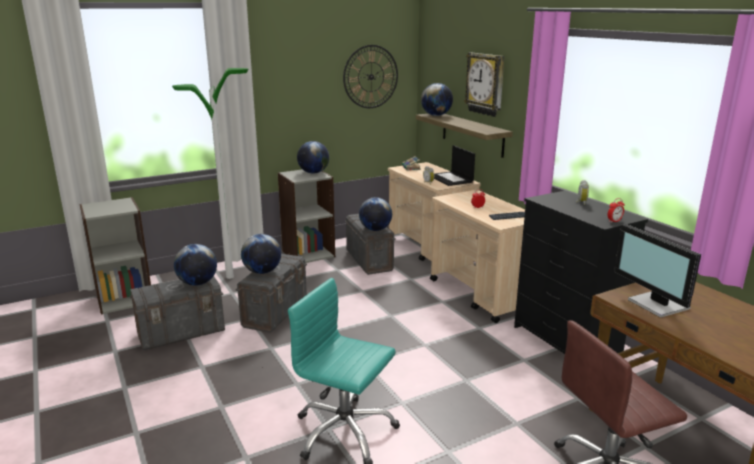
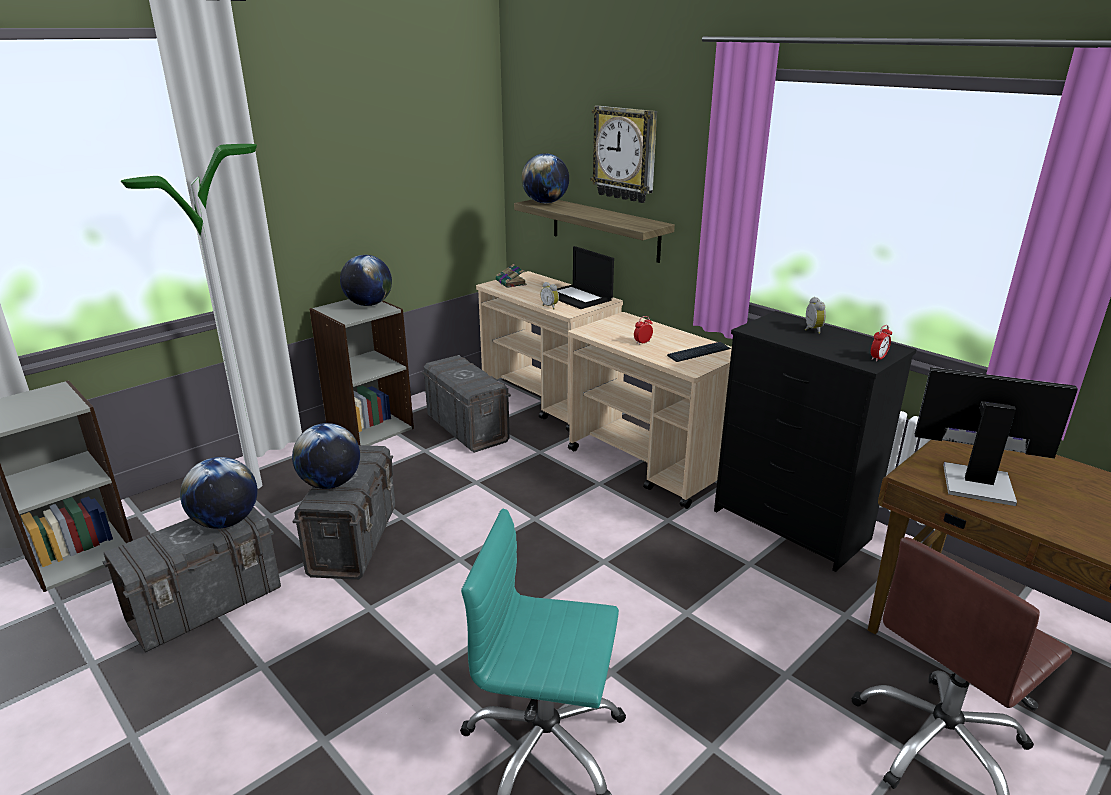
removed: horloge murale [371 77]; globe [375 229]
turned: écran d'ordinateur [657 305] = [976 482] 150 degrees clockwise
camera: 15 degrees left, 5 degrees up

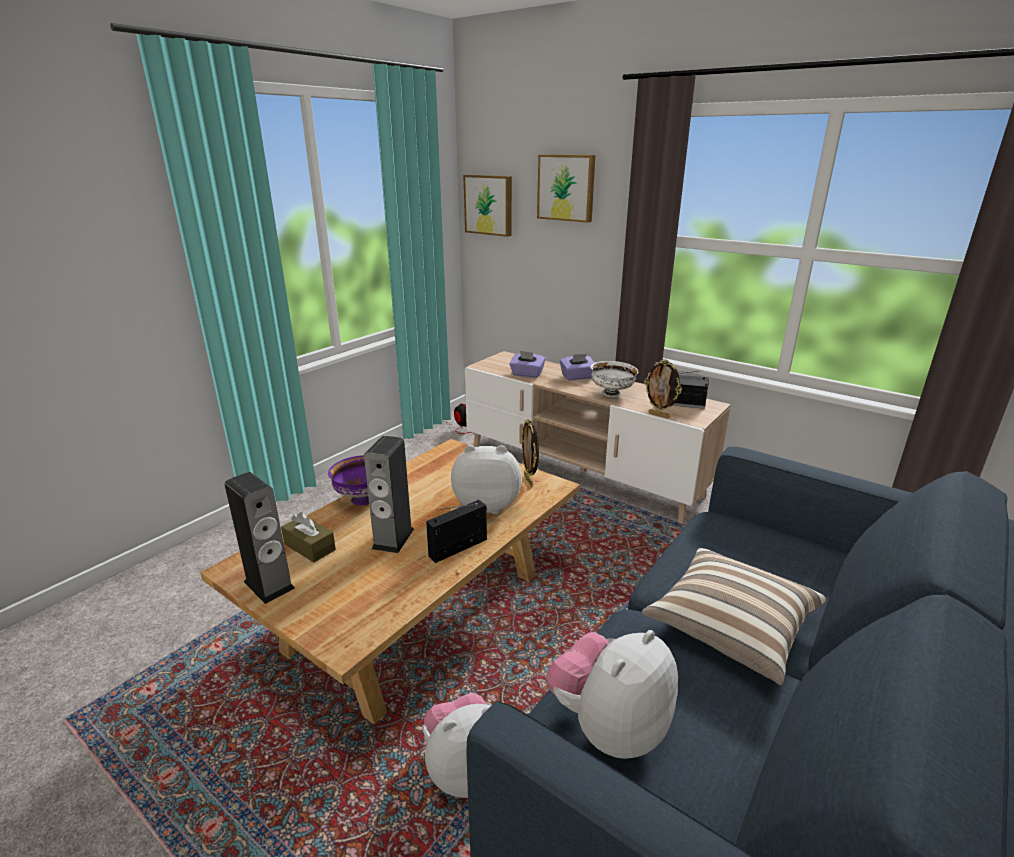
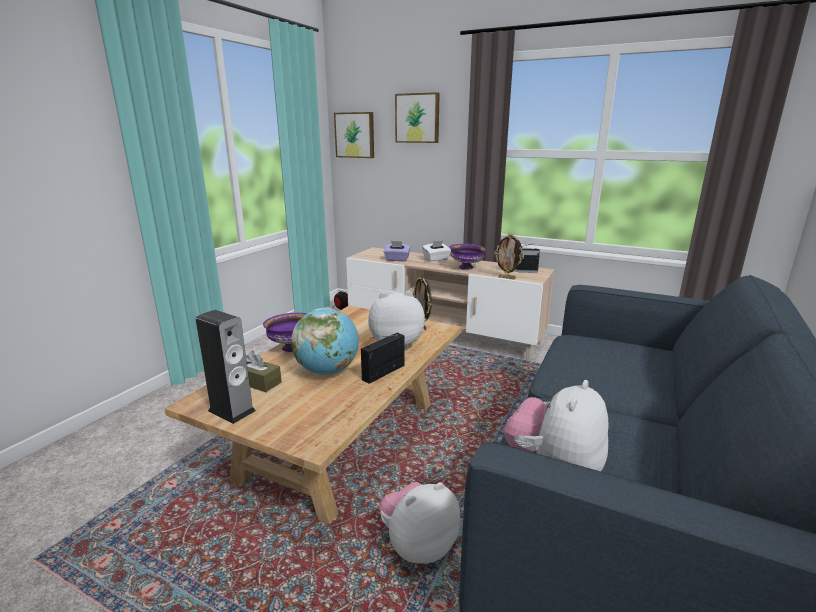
removed: coussin [730 628]
replaced: enceinte [393 538] to globe [327 371]
recoloured: boîte à mouchoirs [violet] [577 377] to boîte à mouchoirs [blanc] [436 259]; bol [blanc] [612 393] to bol [violet] [466 267]
camera: 10 degrees left, 5 degrees down

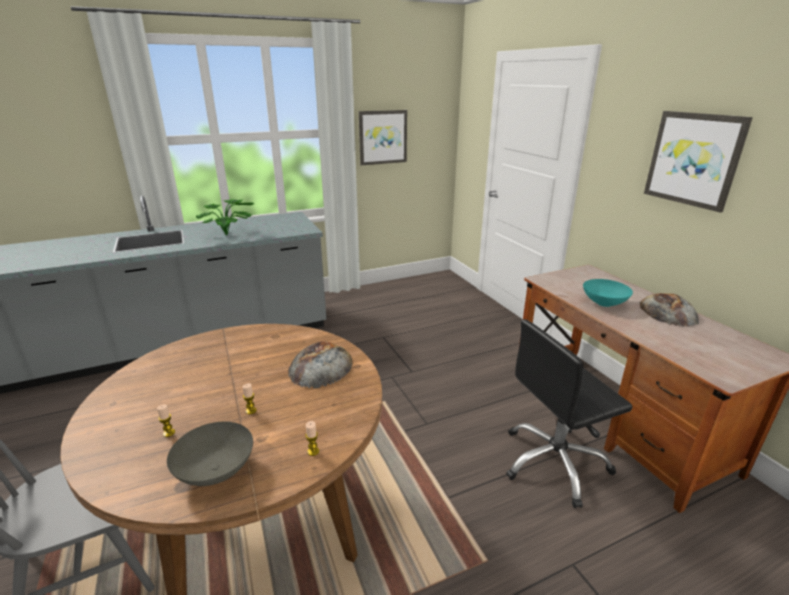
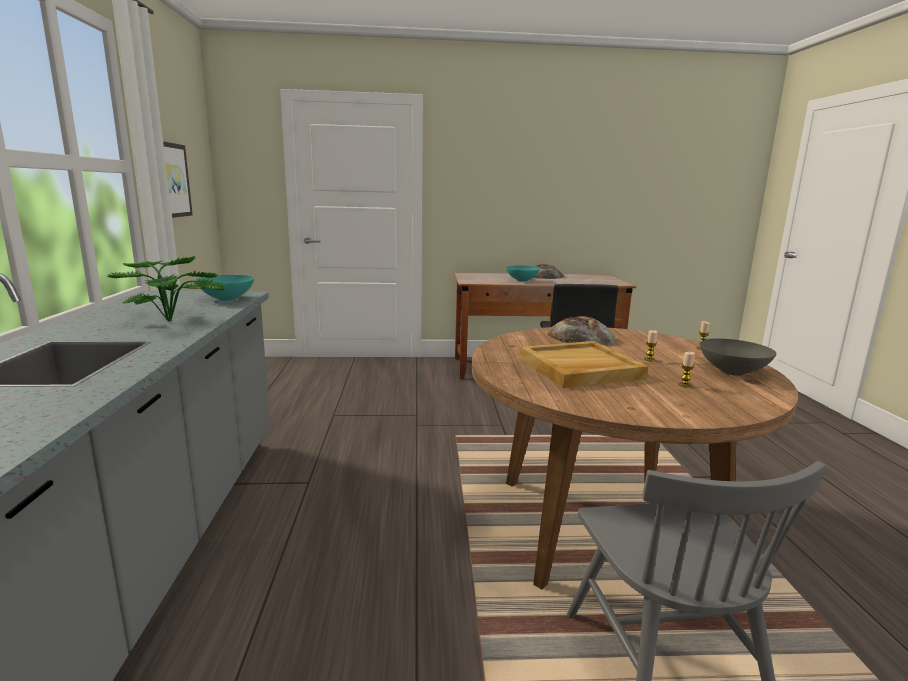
removed: tableau [694 159]
added: bol [turquoise] [227 299]; plateau [beige] [579 368]
camera: 70 degrees left, 10 degrees down

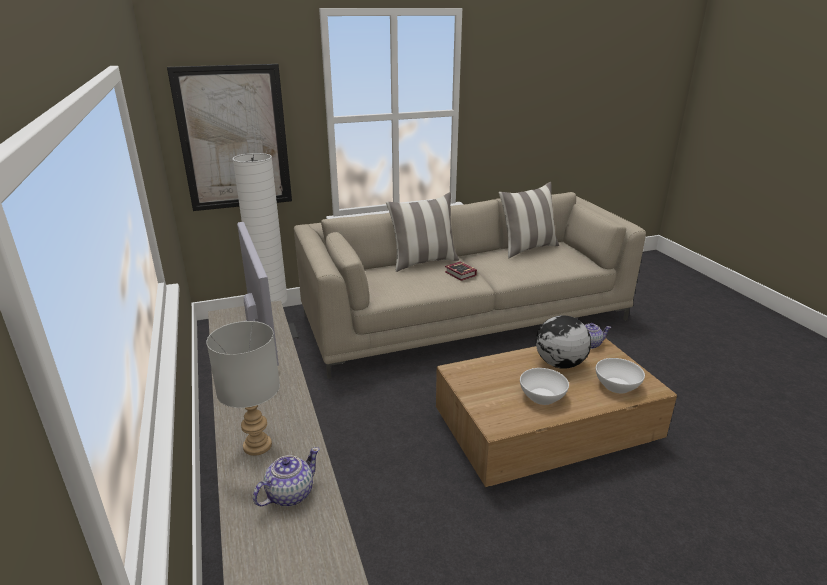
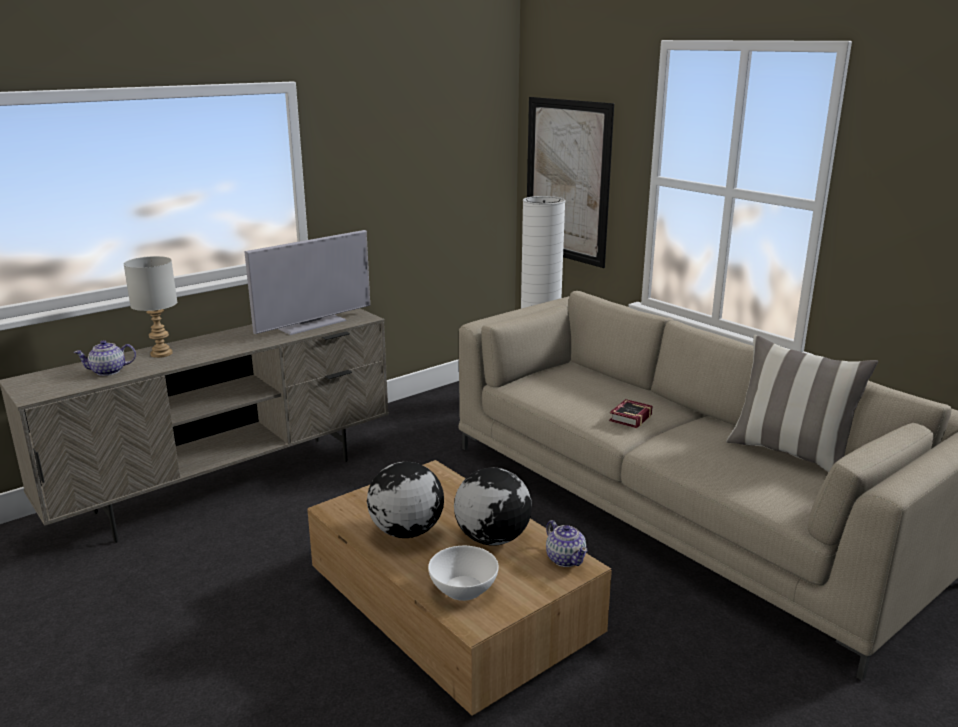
removed: coussin [423 262]
replaced: bol [blanc] [542 396] to globe [405 531]
turned: théière [289 494] = [109 371] 135 degrees clockwise
camera: 70 degrees right, 5 degrees down

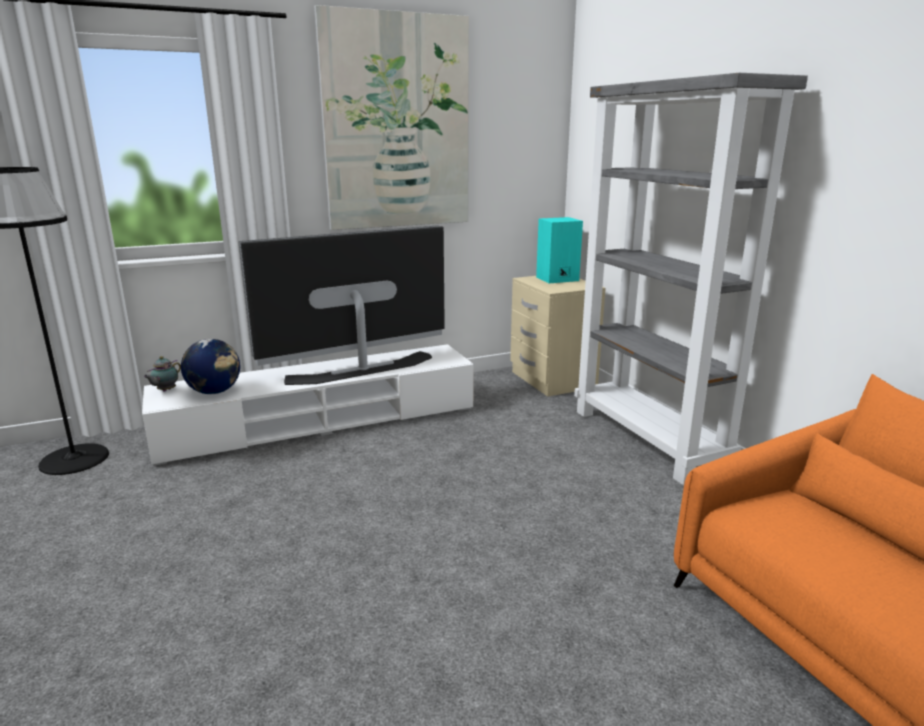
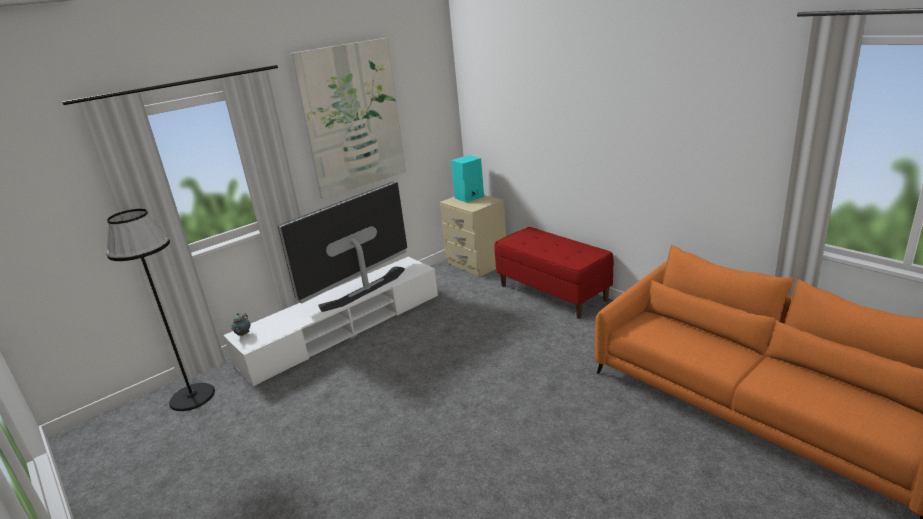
removed: globe [215 392]
replaced: bibliothèque [gris] [649 440] to banc [rouge] [553 292]
camera: 15 degrees left, 5 degrees up

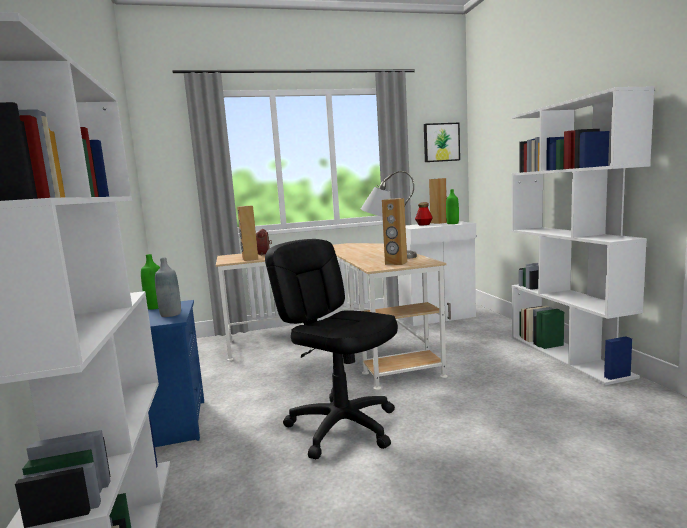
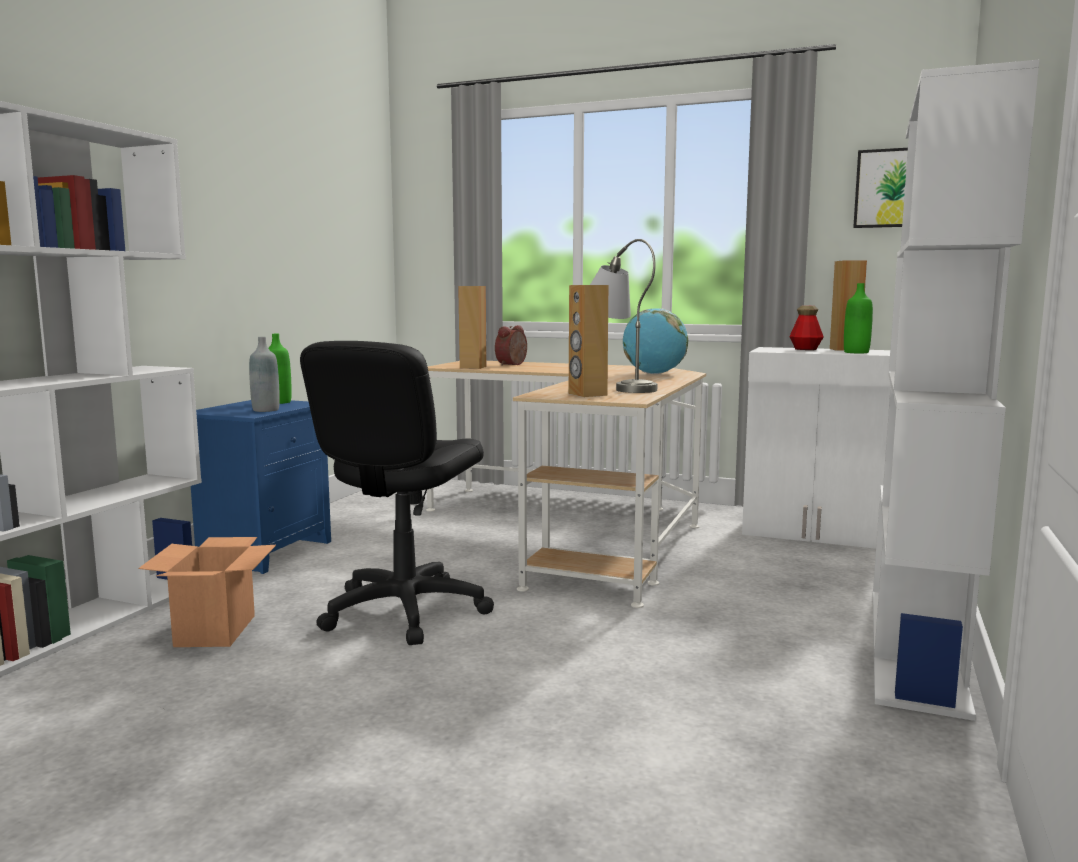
added: carton [215 630]; globe [654 374]
turned: chaise de bureau [noir] [342 426] = [404 611] 150 degrees counterclockwise
camera: 35 degrees right, 0 degrees up

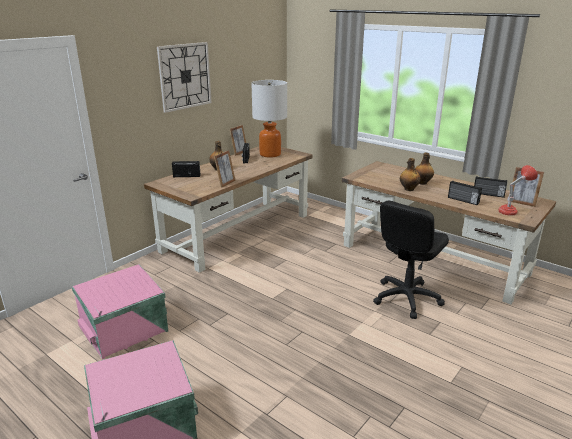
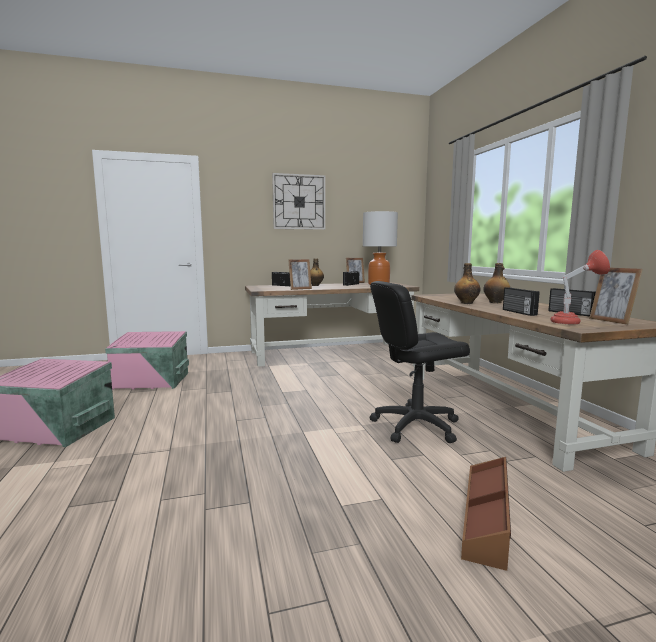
added: boîte de rangement [marron] [487 518]
camera: 35 degrees right, 15 degrees down

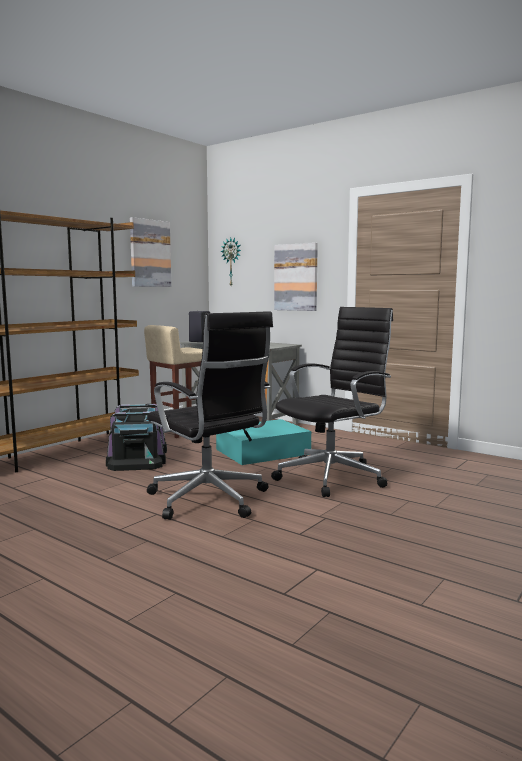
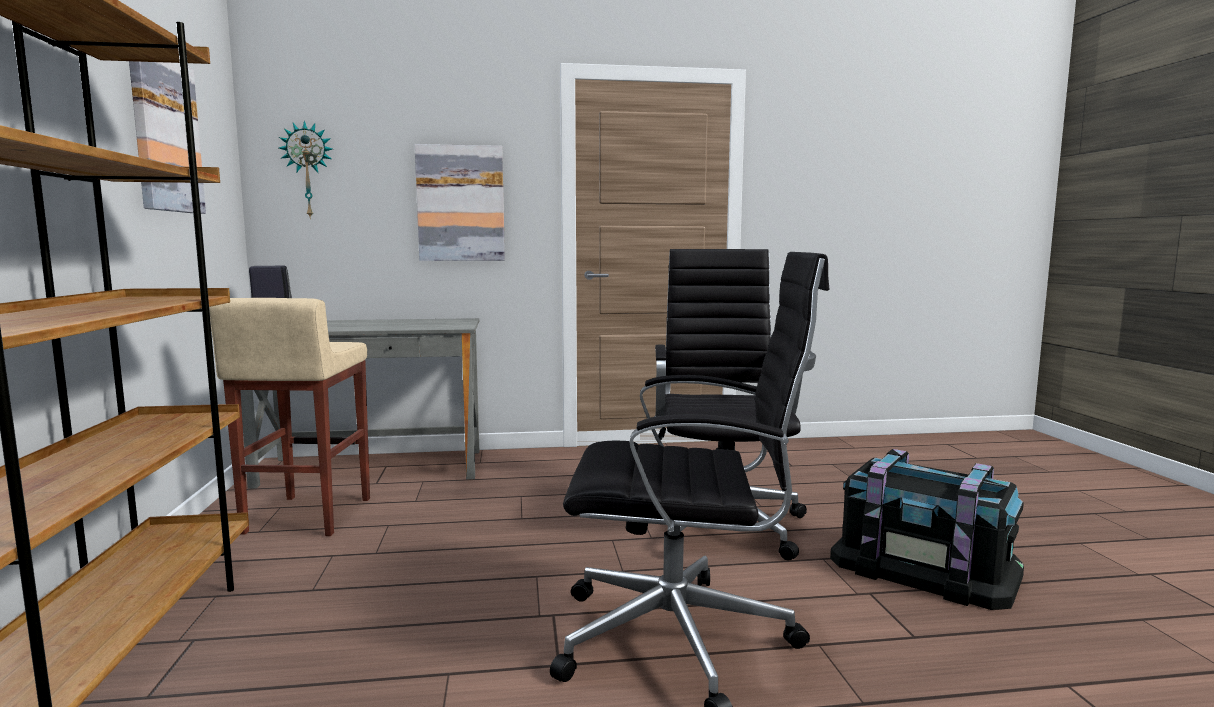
removed: boîte de rangement [turquoise] [261 451]
moved: boîte de rangement [noir] [138 458] to [924 566]
camera: 45 degrees left, 0 degrees up

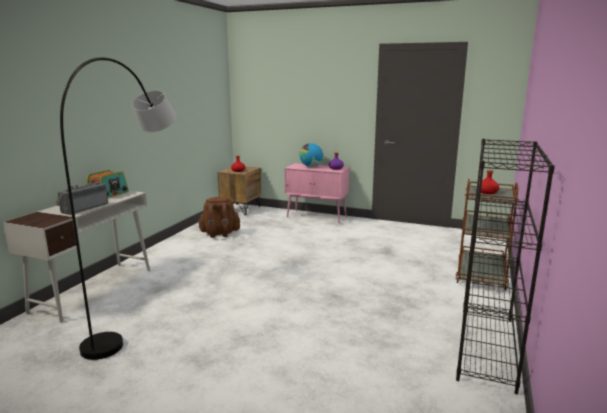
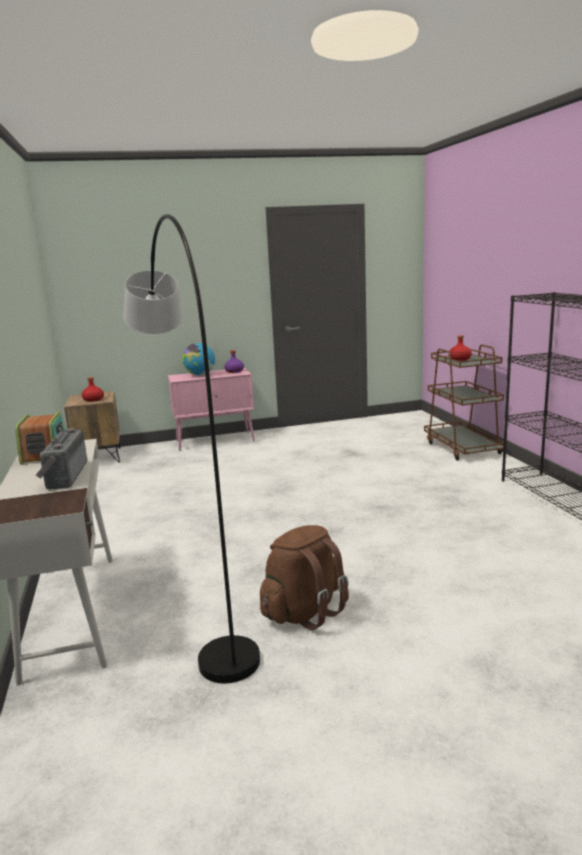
moved: sac à dos [marron] [219 234] to [304 612]
camera: 35 degrees left, 0 degrees up

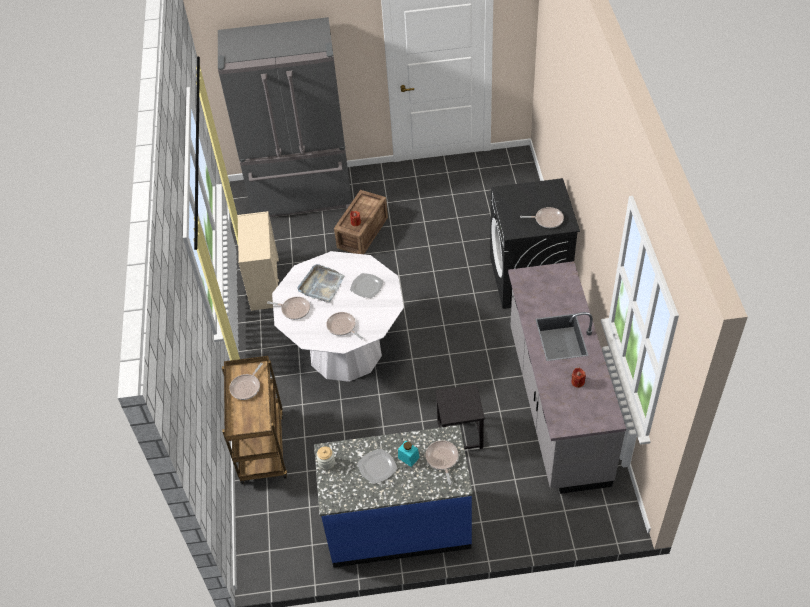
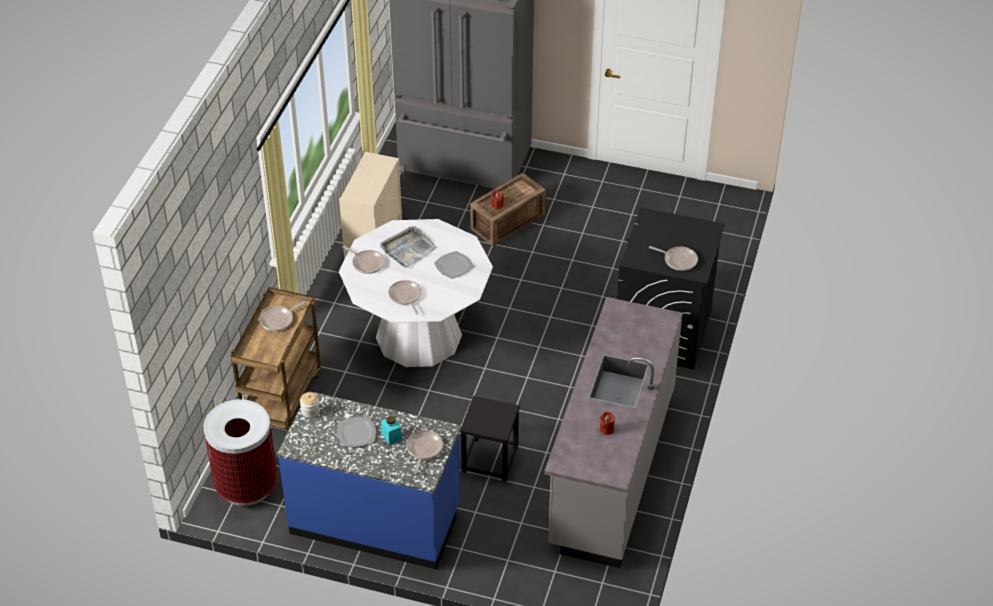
added: poubelle [246 486]
camera: 20 degrees right, 5 degrees down

